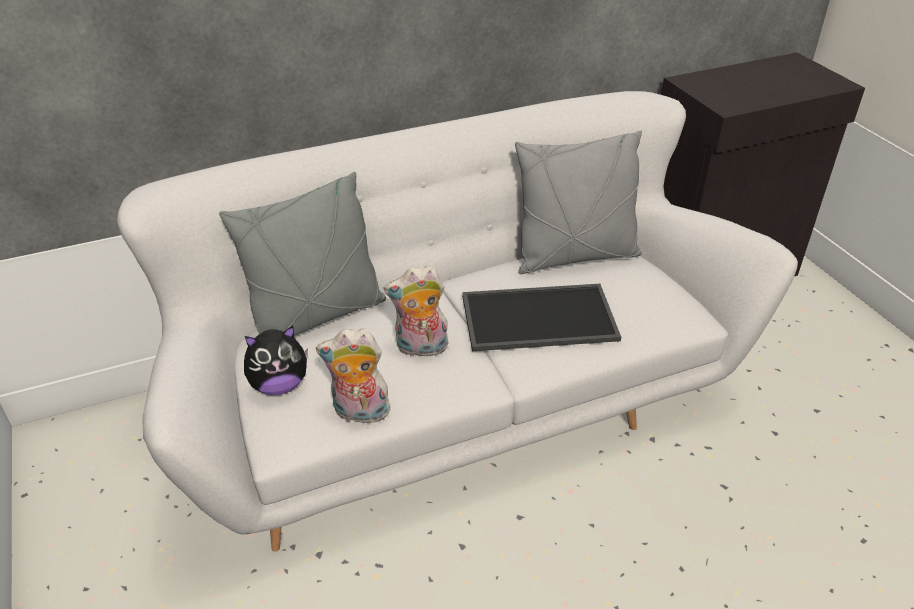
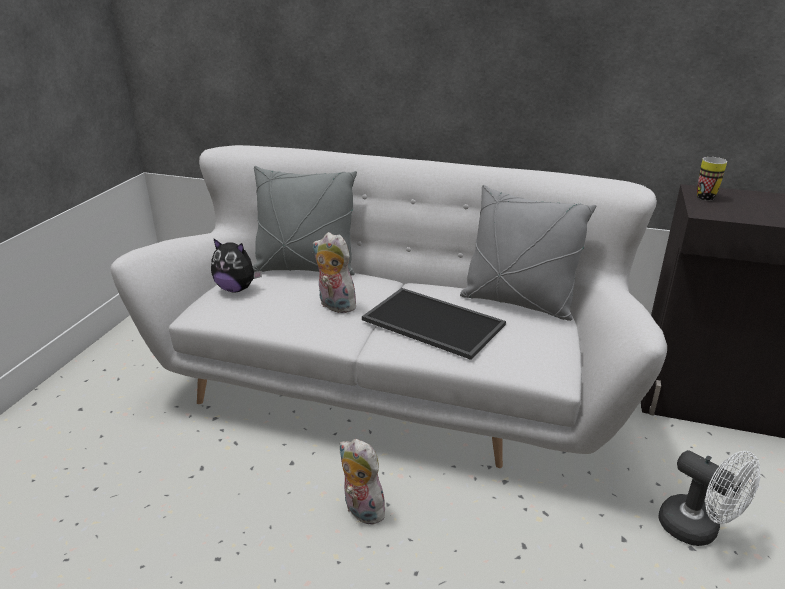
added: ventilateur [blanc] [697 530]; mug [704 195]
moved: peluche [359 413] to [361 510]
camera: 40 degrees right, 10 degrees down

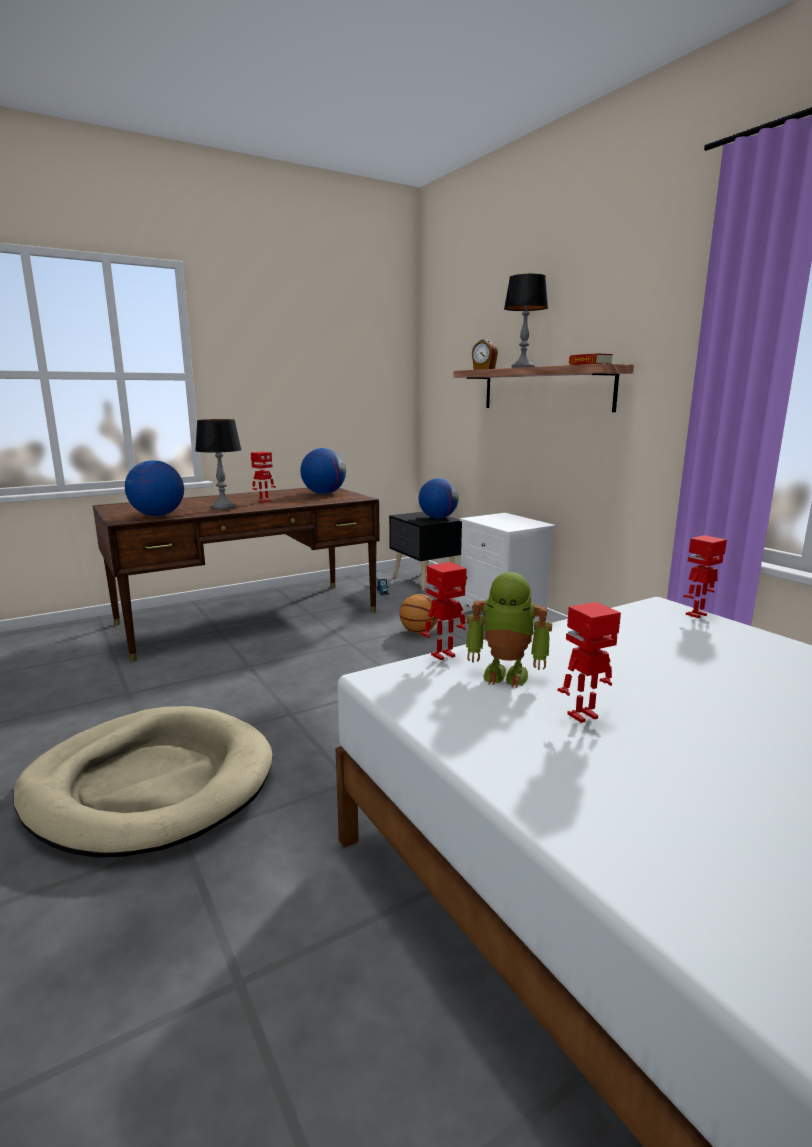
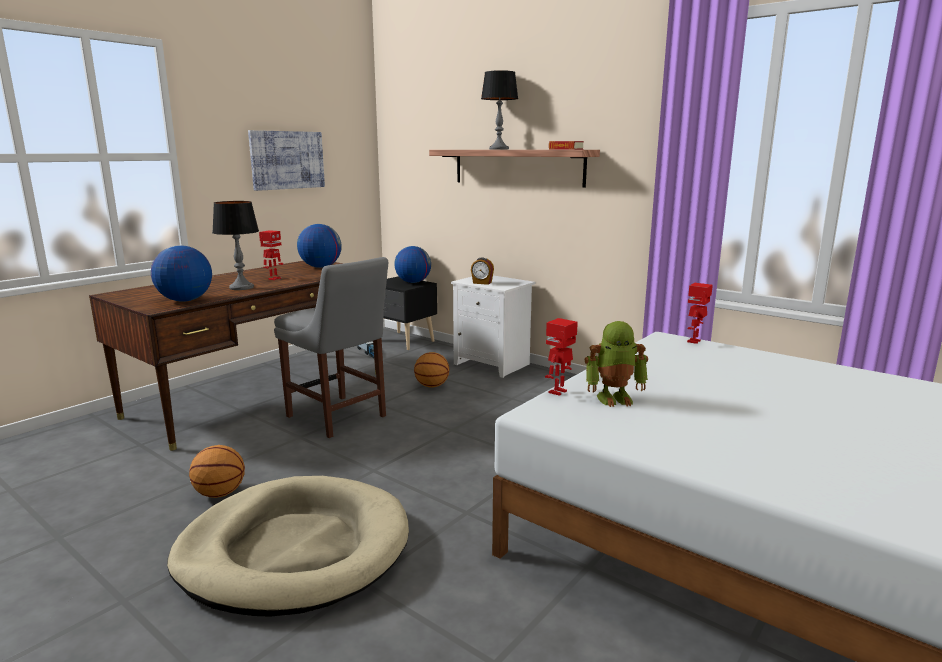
removed: robot jouet [584 716]
added: ballon de basket [220 493]; tableau [287 160]; chaise [gris] [339 418]
moved: réveil [483 369] to [482 283]
camera: 20 degrees left, 0 degrees up

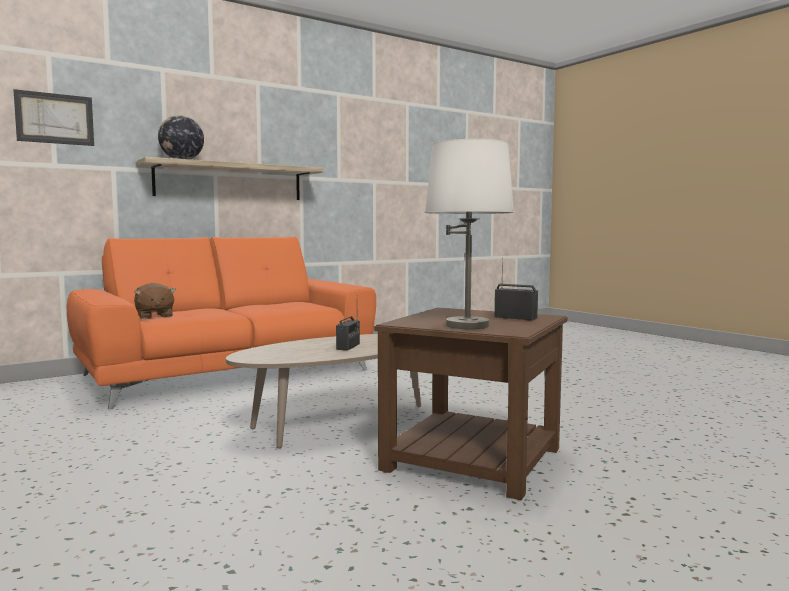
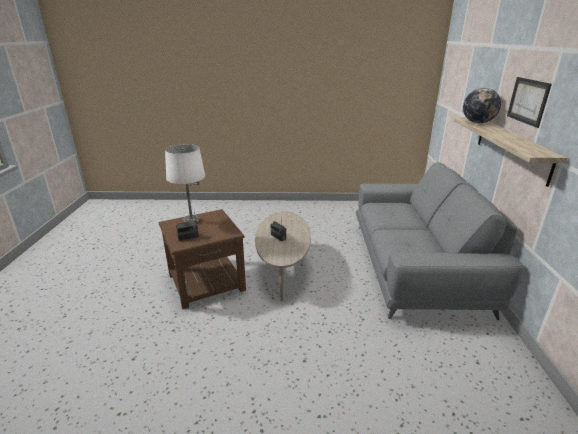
removed: peluche [marron] [154 316]
moved: tableau [55 118] to [528 101]
recoloured: canapé [orange] [228 372] to canapé [gris] [415 265]
camera: 125 degrees right, 20 degrees up

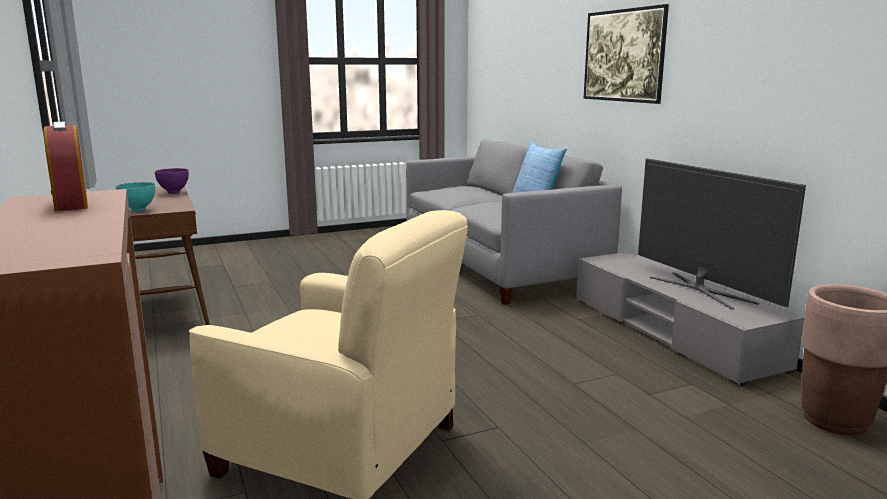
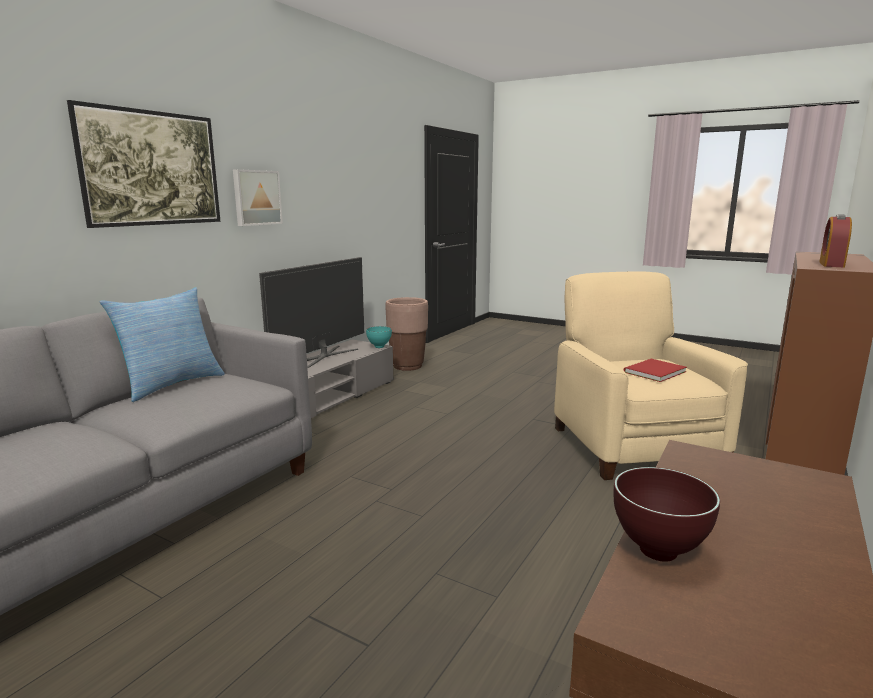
added: tableau [256 197]; livre [rouge] [652 372]
moved: bol [turquoise] [138 210] to [379 347]
recoloured: bol [violet] [174 193] to bol [marron] [655 552]
camera: 125 degrees left, 0 degrees up

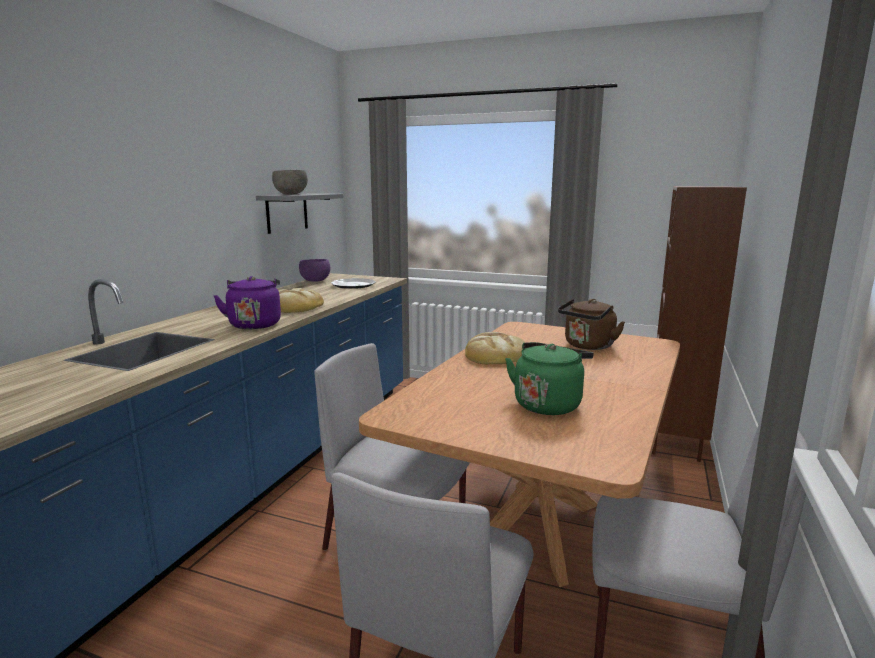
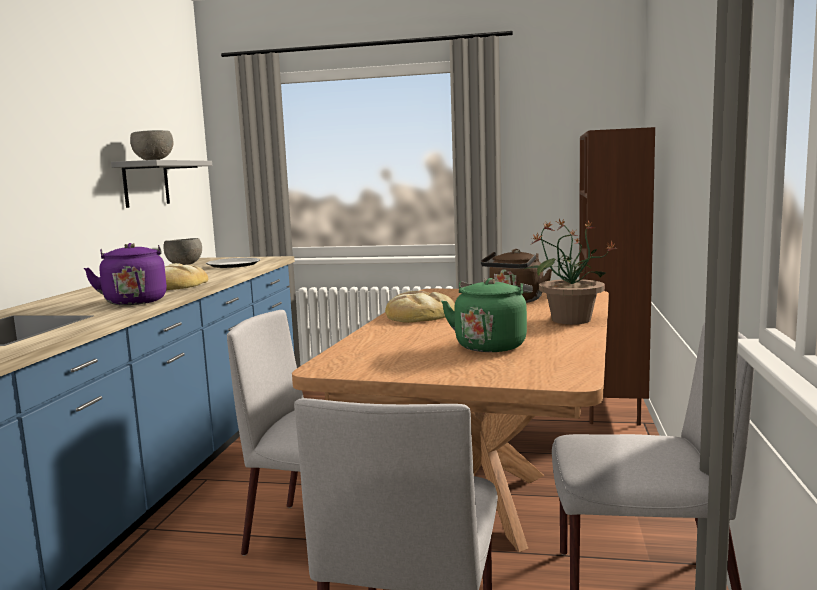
added: plante en pot [569 320]
recoloured: bol [violet] [316 281] to bol [gris] [185 264]
camera: 10 degrees left, 5 degrees down

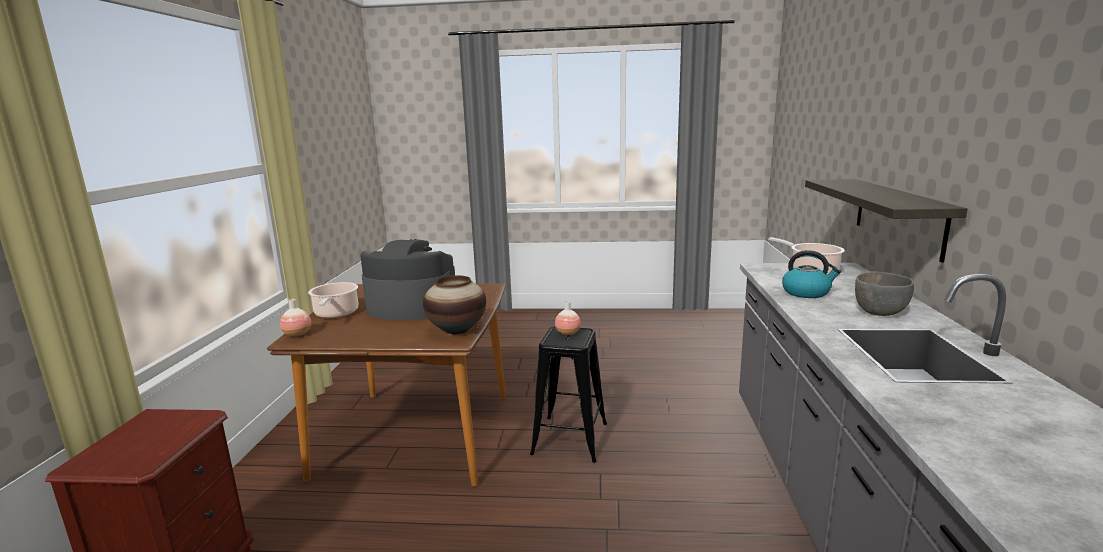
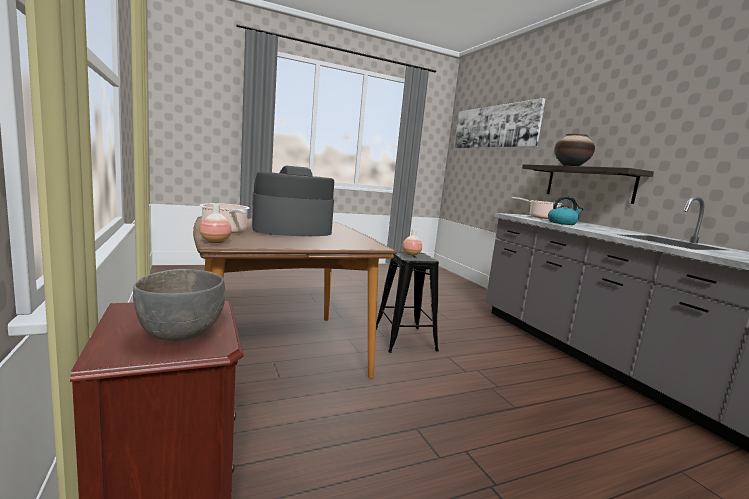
added: tableau [494 127]
moved: vase [457 330] to [571 166]; bol [gris] [880 312] to [181 334]
camera: 30 degrees left, 5 degrees down

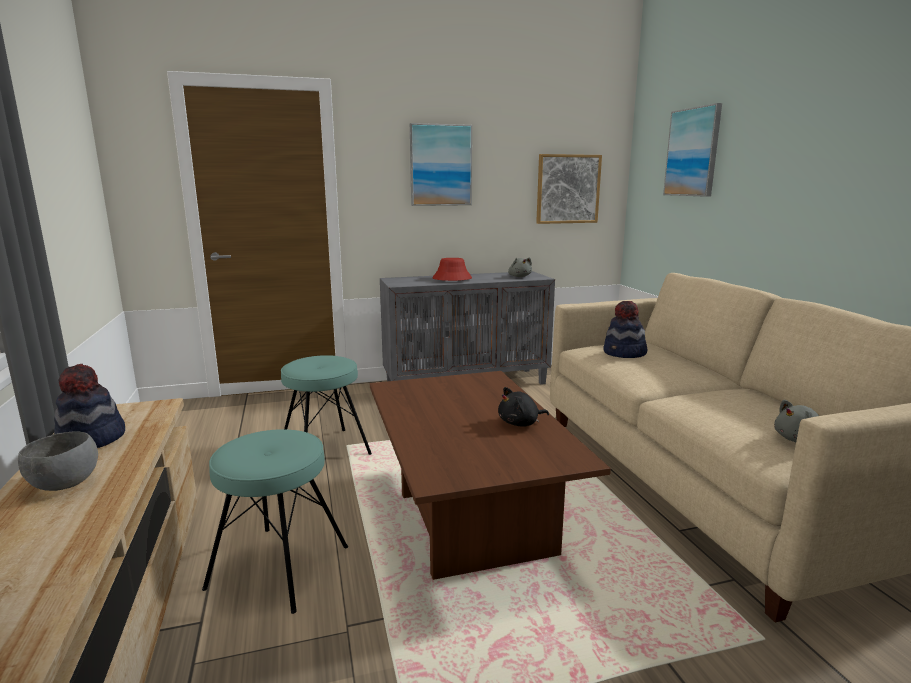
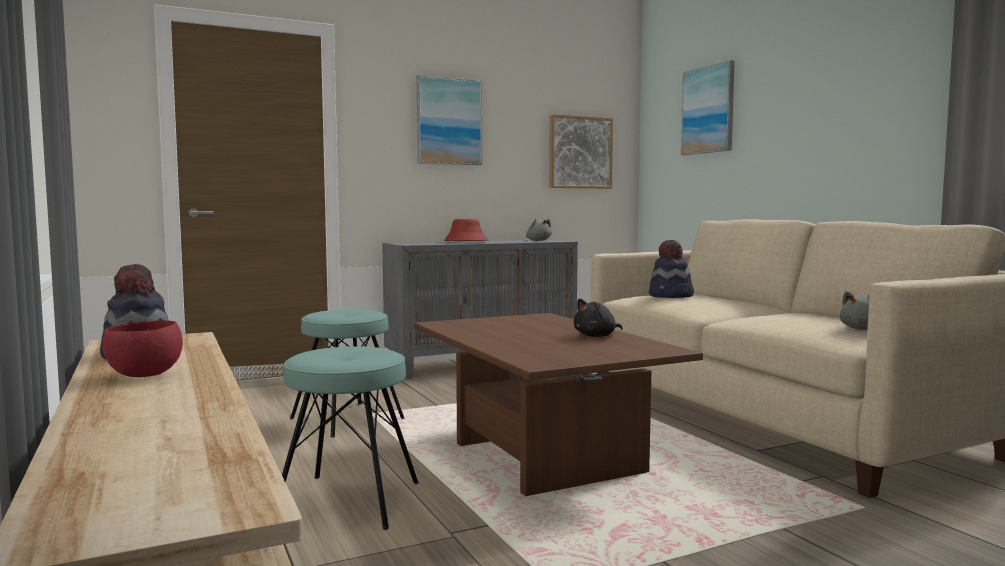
recoloured: bol [gris] [64 485] to bol [rouge] [144 375]
camera: 10 degrees left, 10 degrees down

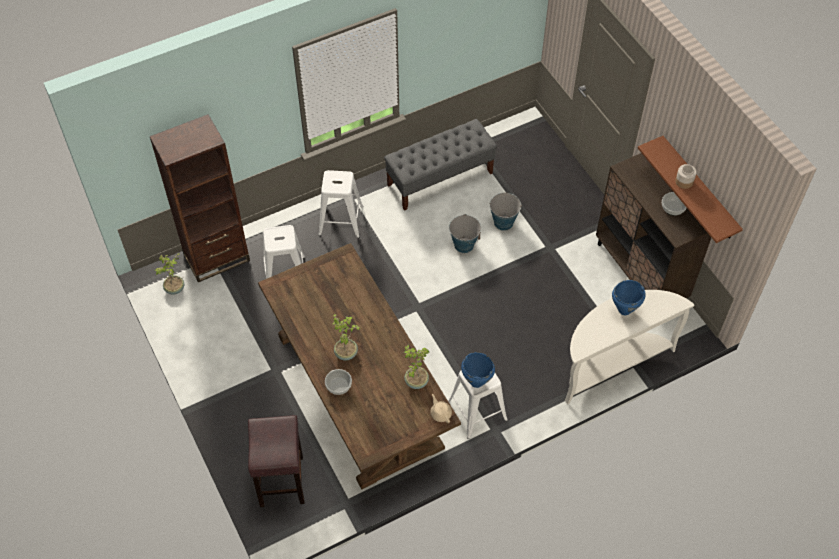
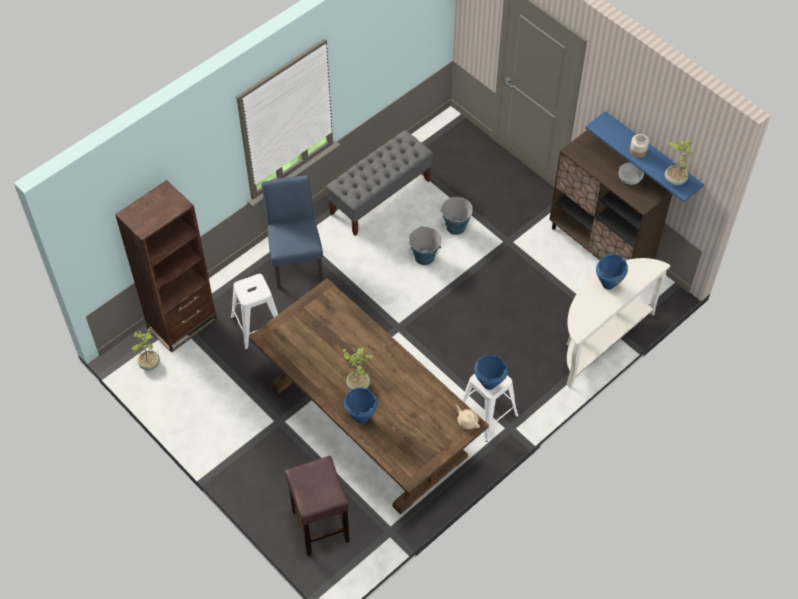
moved: plante en pot [416 381] to [674 180]
replaced: tabouret [blanc] [341 220] to chaise [bleu] [295 258]; bol [338 386] to marmite [bleu] [361 418]
recoloured: étagère [marron] [699 189] to étagère [bleu] [651 155]
camera: 15 degrees left, 0 degrees up

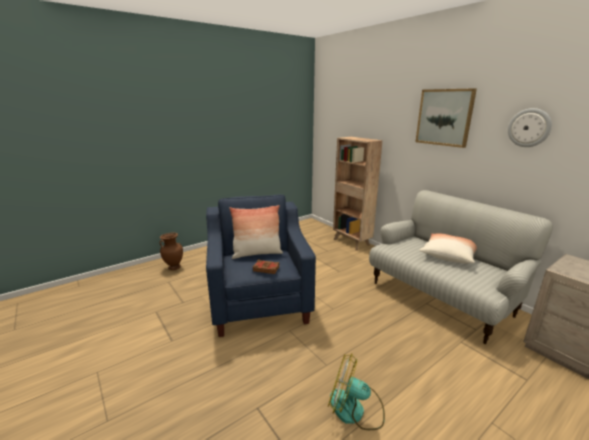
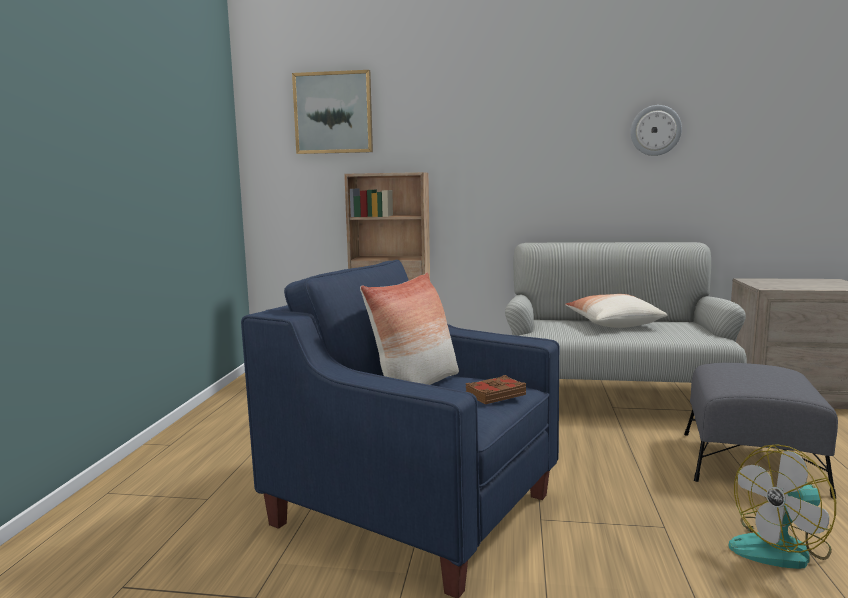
removed: vase [marron] [174 267]
added: pouf [gris] [750 463]
moved: tableau [444 117] to [333 113]
camera: 45 degrees left, 10 degrees down

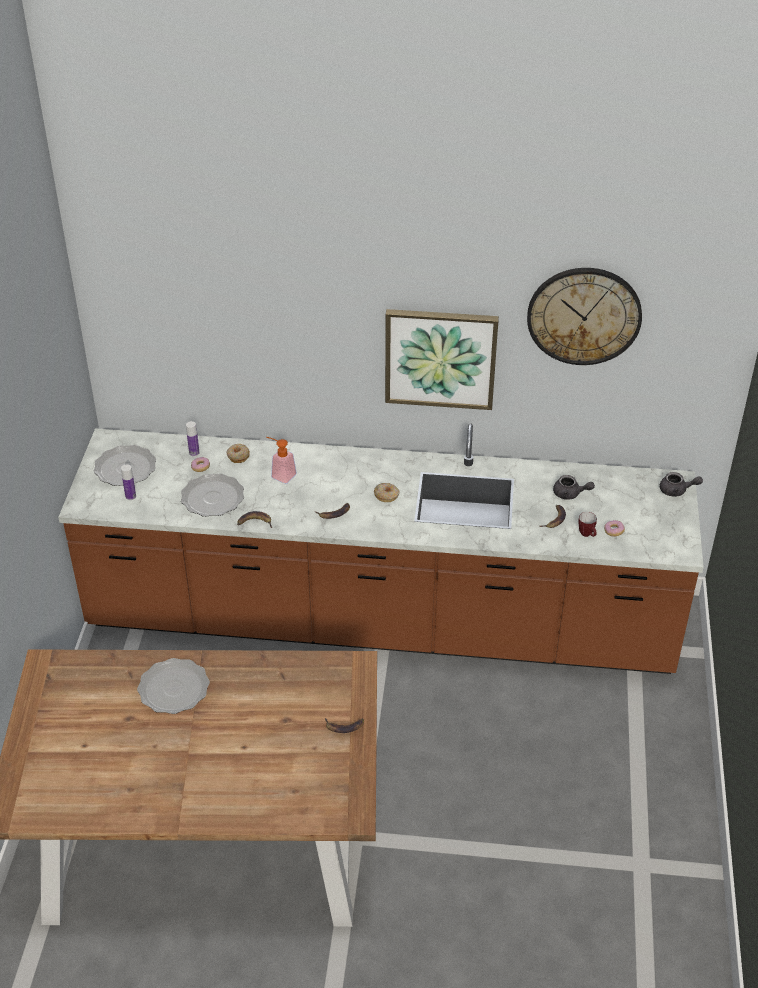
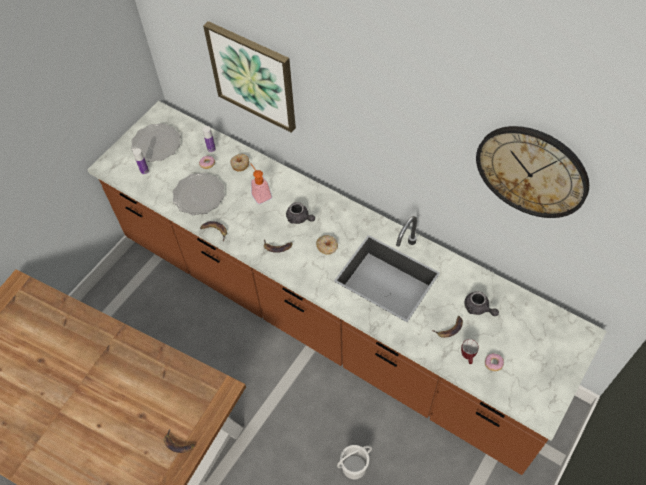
removed: assiette [173 689]
added: seau [blanc] [354 467]
moved: tableau [440 358] to [253 76]; théière [gris] [677 491] to [299 218]
camera: 30 degrees right, 15 degrees up

